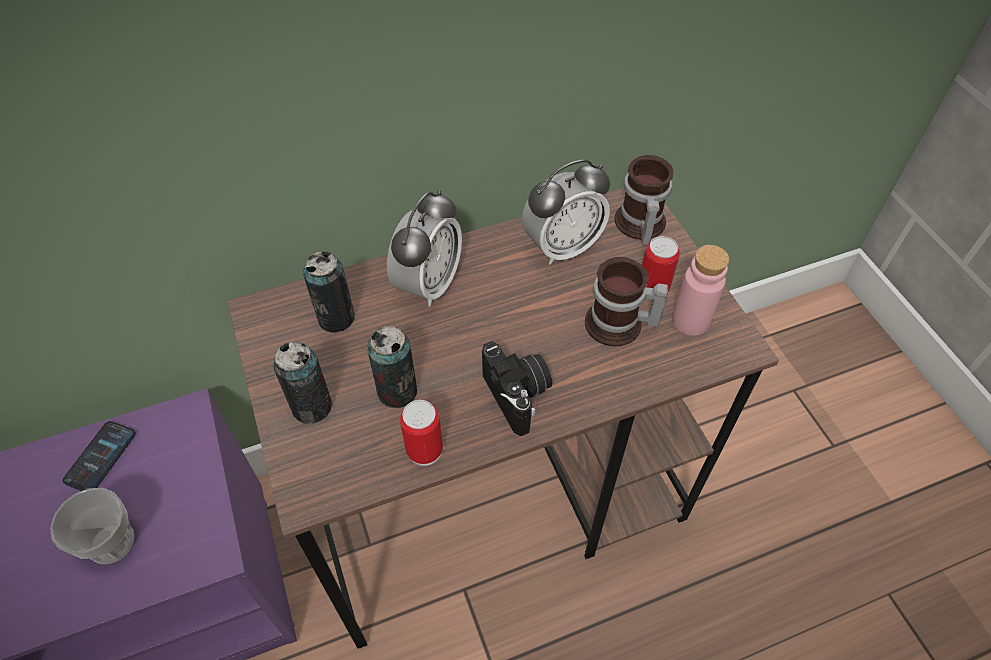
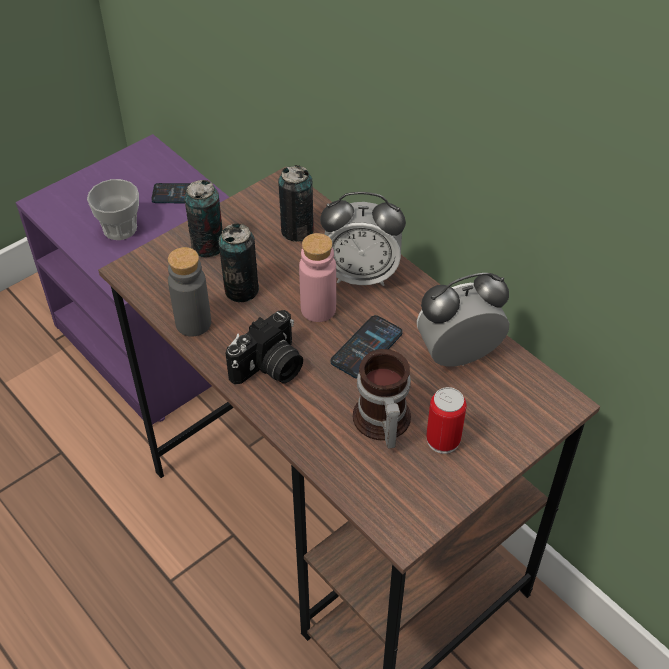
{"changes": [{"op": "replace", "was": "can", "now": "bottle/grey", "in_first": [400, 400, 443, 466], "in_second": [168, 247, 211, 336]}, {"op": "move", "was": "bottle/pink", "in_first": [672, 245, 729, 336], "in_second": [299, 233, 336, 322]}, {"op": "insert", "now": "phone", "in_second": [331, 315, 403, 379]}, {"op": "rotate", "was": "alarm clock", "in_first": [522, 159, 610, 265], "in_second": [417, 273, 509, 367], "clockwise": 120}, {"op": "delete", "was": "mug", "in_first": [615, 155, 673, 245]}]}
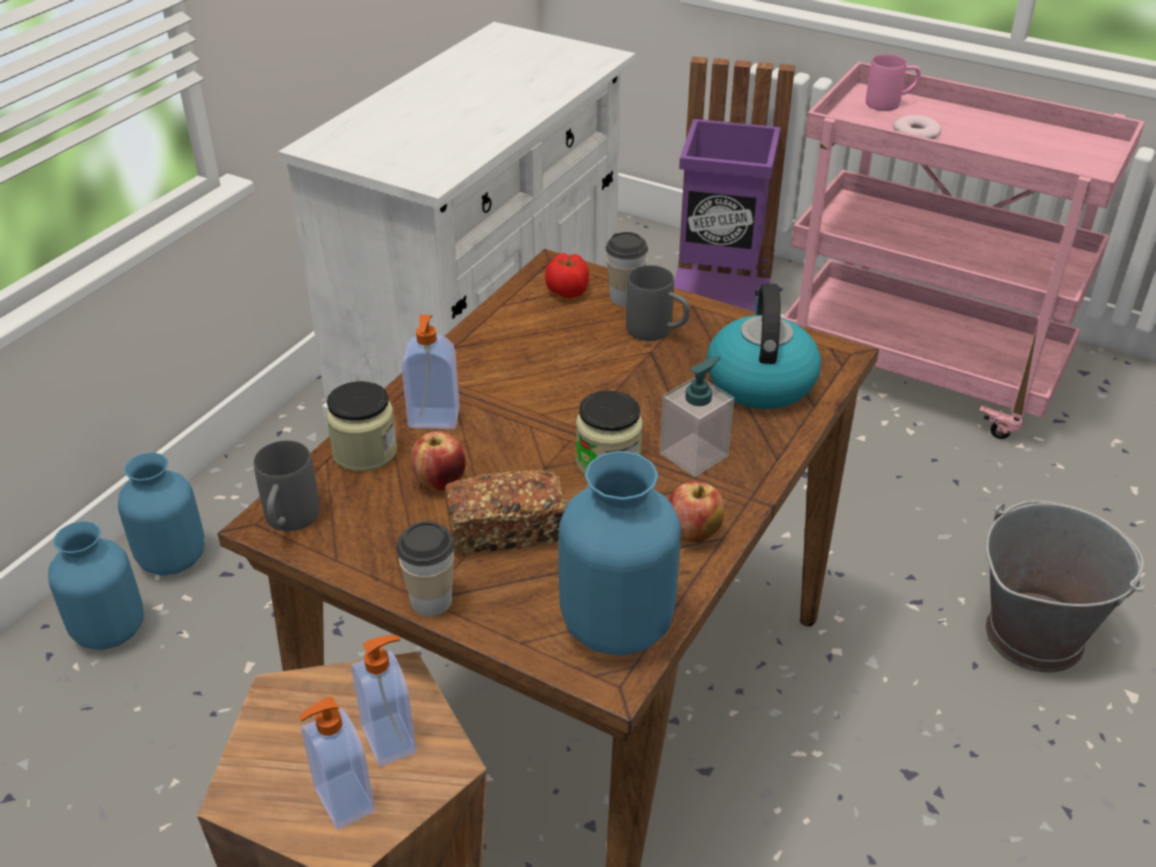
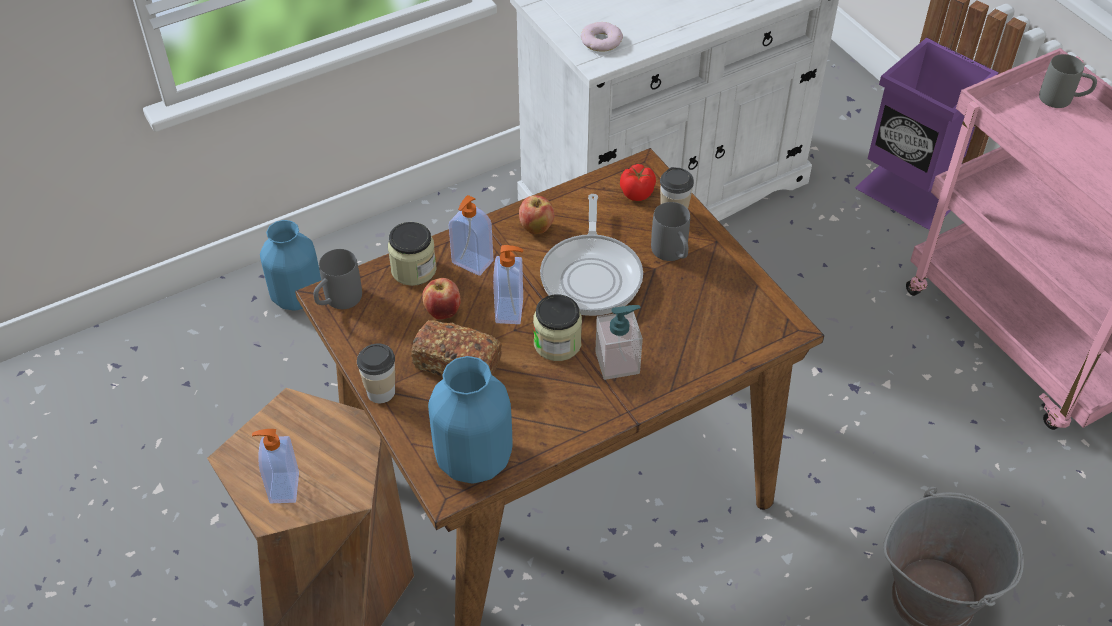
{"changes": [{"op": "move", "was": "soap dispenser", "in_first": [351, 635, 417, 767], "in_second": [493, 245, 523, 324]}, {"op": "move", "was": "apple", "in_first": [668, 481, 724, 543], "in_second": [519, 195, 554, 234]}, {"op": "insert", "now": "frying pan", "in_second": [540, 194, 643, 316]}, {"op": "move", "was": "donut", "in_first": [893, 115, 942, 139], "in_second": [581, 22, 623, 52]}, {"op": "recolor", "was": "mug/pink", "now": "mug/grey", "in_first": [866, 54, 921, 111], "in_second": [1039, 54, 1097, 108]}, {"op": "delete", "was": "vase/blue", "in_first": [118, 452, 205, 576]}, {"op": "delete", "was": "kettle", "in_first": [706, 283, 821, 409]}]}
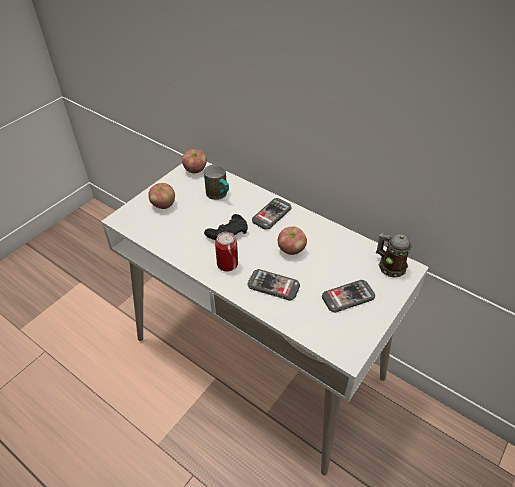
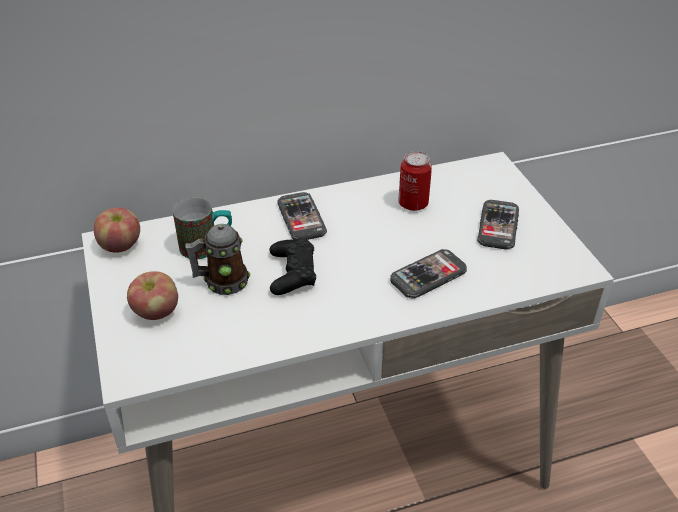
{"changes": [{"op": "move", "was": "mug", "in_first": [376, 233, 412, 278], "in_second": [185, 224, 250, 295]}, {"op": "move", "was": "can", "in_first": [215, 232, 238, 271], "in_second": [398, 151, 432, 211]}, {"op": "delete", "was": "apple", "in_first": [278, 227, 307, 255]}]}
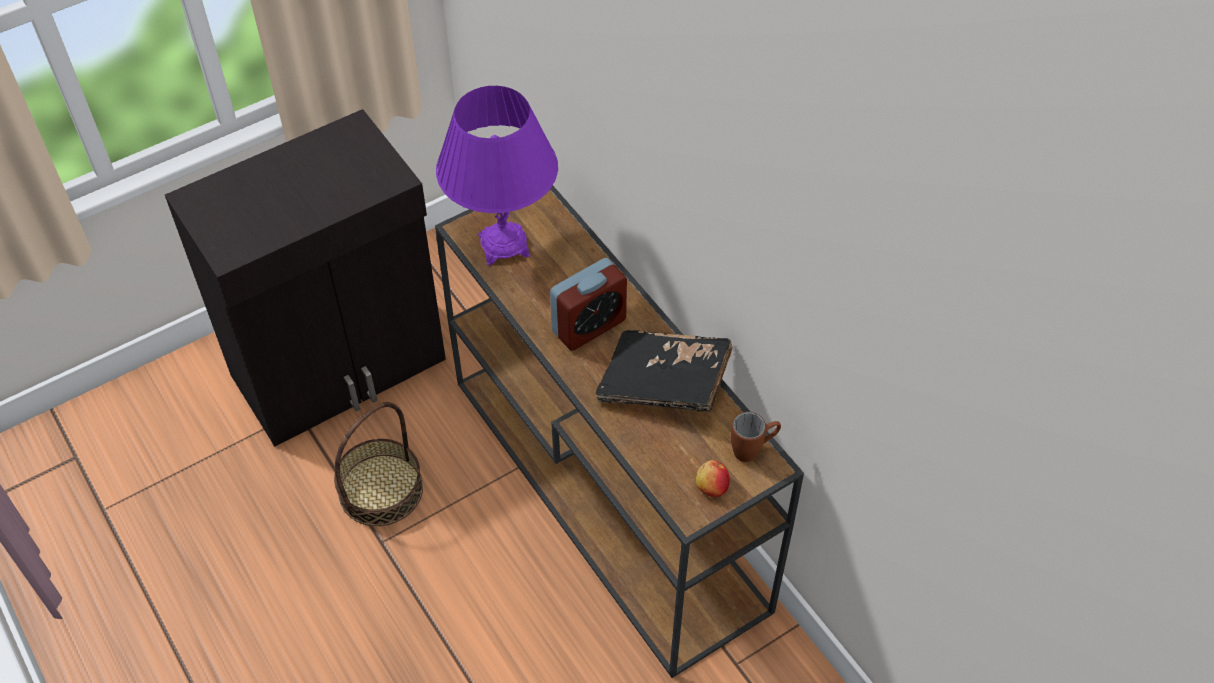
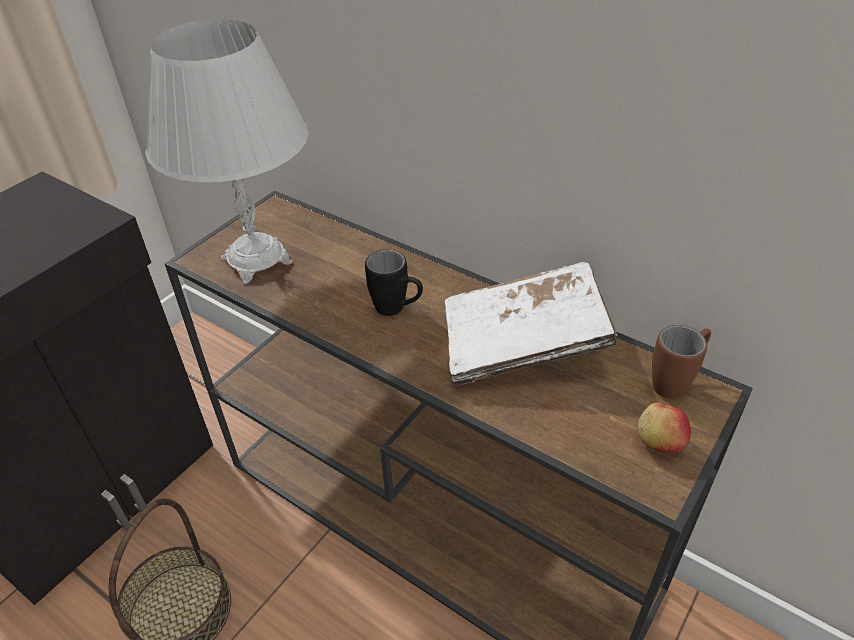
{"changes": [{"op": "recolor", "was": "table lamp/purple", "now": "table lamp/white", "in_first": [436, 86, 558, 265], "in_second": [145, 19, 309, 284]}, {"op": "replace", "was": "alarm clock", "now": "mug/black", "in_first": [550, 258, 627, 351], "in_second": [365, 250, 423, 316]}, {"op": "recolor", "was": "book/black", "now": "book/white", "in_first": [596, 330, 733, 412], "in_second": [445, 262, 617, 386]}]}
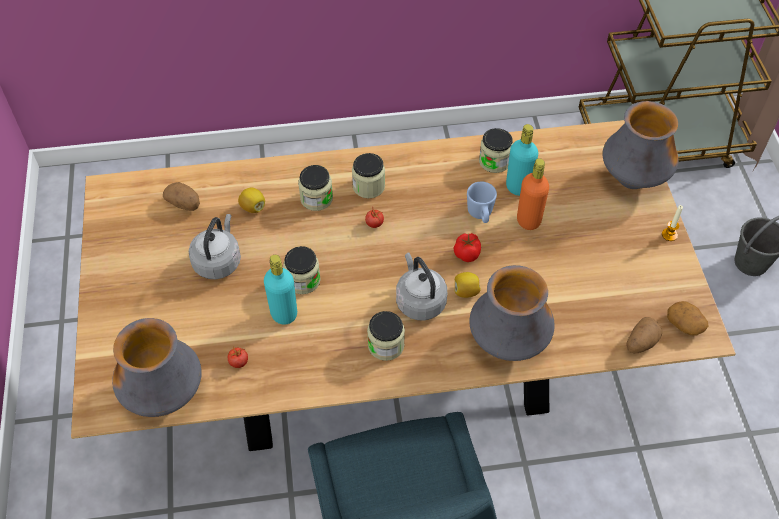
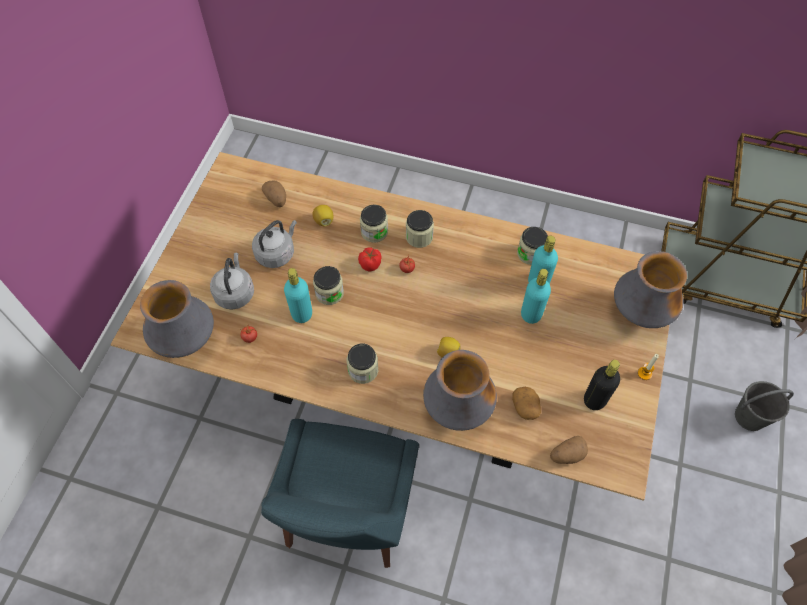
{"changes": [{"op": "move", "was": "kettle/grey", "in_first": [396, 252, 447, 320], "in_second": [210, 253, 254, 309]}, {"op": "move", "was": "tomato", "in_first": [454, 233, 481, 262], "in_second": [358, 247, 381, 271]}, {"op": "move", "was": "potato", "in_first": [667, 301, 709, 335], "in_second": [512, 387, 541, 420]}, {"op": "recolor", "was": "bottle/orange", "now": "bottle/turquoise", "in_first": [517, 158, 549, 230], "in_second": [521, 269, 551, 324]}, {"op": "insert", "now": "bottle/black", "in_second": [584, 360, 620, 410]}, {"op": "delete", "was": "mug/blue", "in_first": [467, 182, 497, 223]}]}
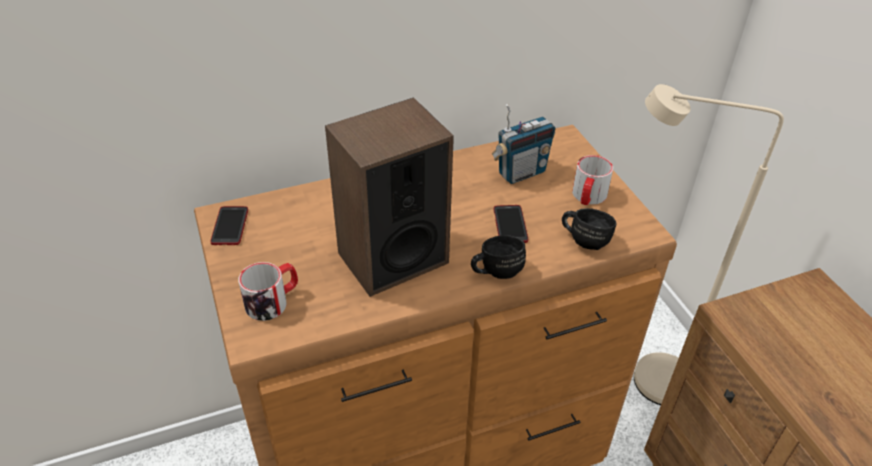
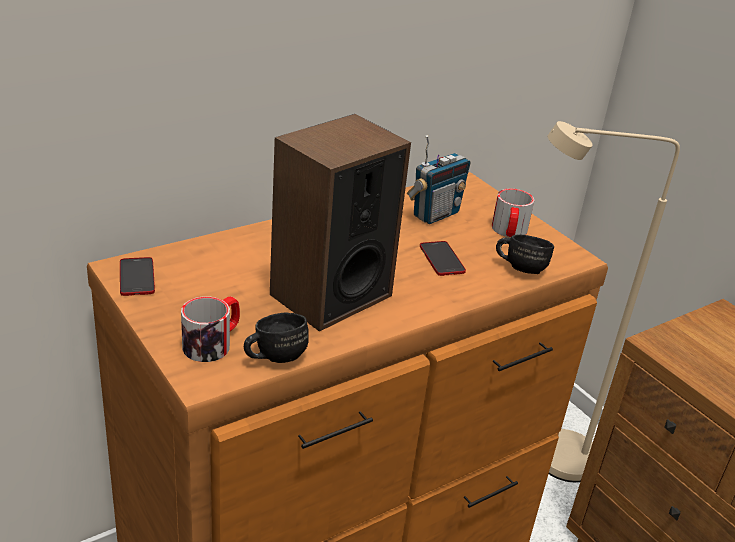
{"changes": [{"op": "move", "was": "mug/black", "in_first": [471, 235, 526, 279], "in_second": [244, 312, 309, 363]}]}
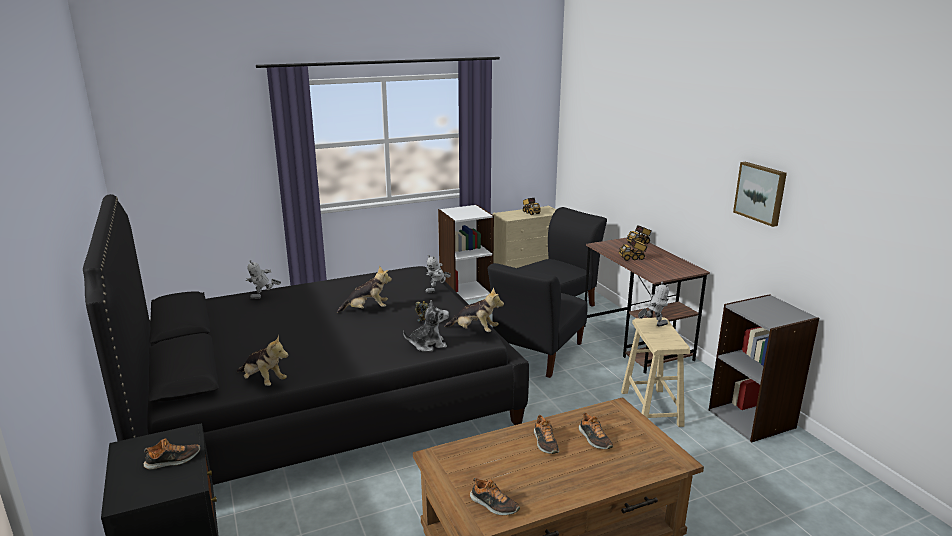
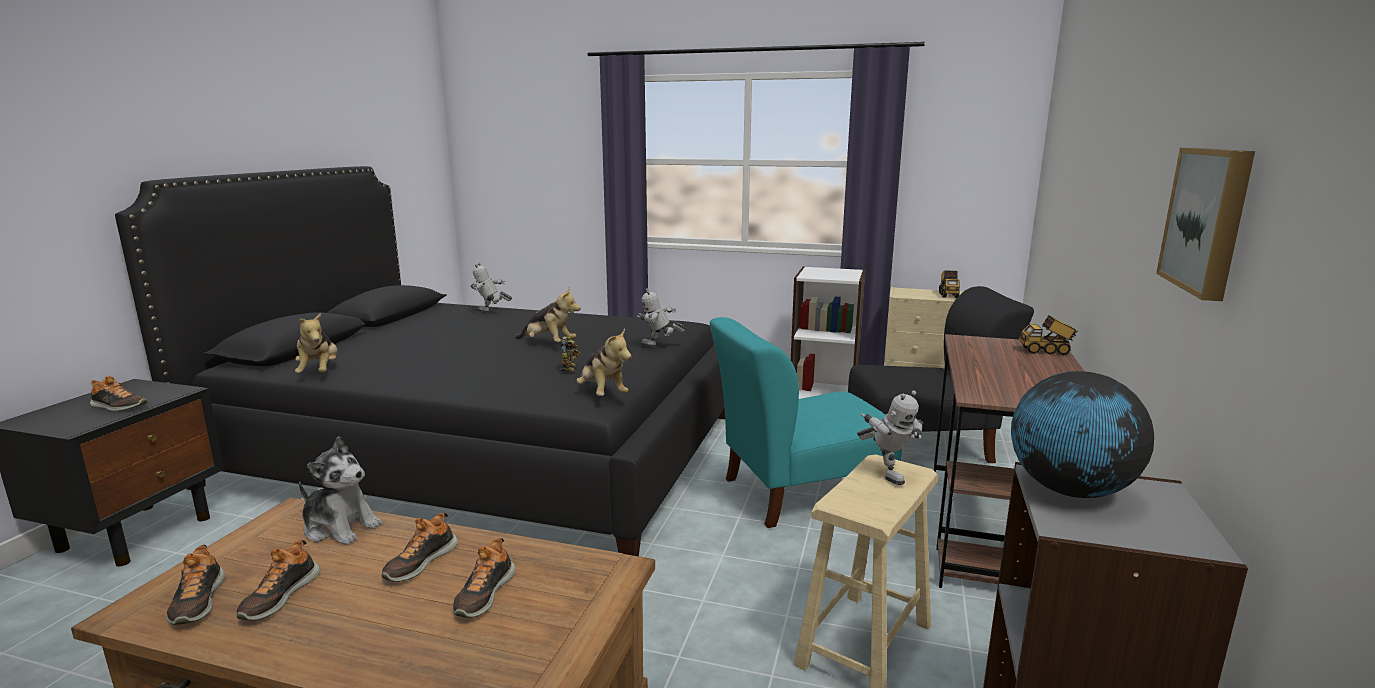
{"changes": [{"op": "insert", "now": "shoe", "in_second": [236, 540, 320, 620]}, {"op": "move", "was": "plush toy", "in_first": [403, 300, 449, 352], "in_second": [299, 436, 382, 545]}, {"op": "recolor", "was": "chair/black", "now": "chair/turquoise", "in_first": [488, 263, 588, 378], "in_second": [710, 317, 902, 528]}, {"op": "rotate", "was": "toy robot", "in_first": [638, 282, 669, 327], "in_second": [857, 391, 923, 485], "clockwise": 45}, {"op": "insert", "now": "globe", "in_second": [1011, 371, 1154, 498]}, {"op": "delete", "was": "toy truck", "in_first": [619, 239, 647, 261]}]}
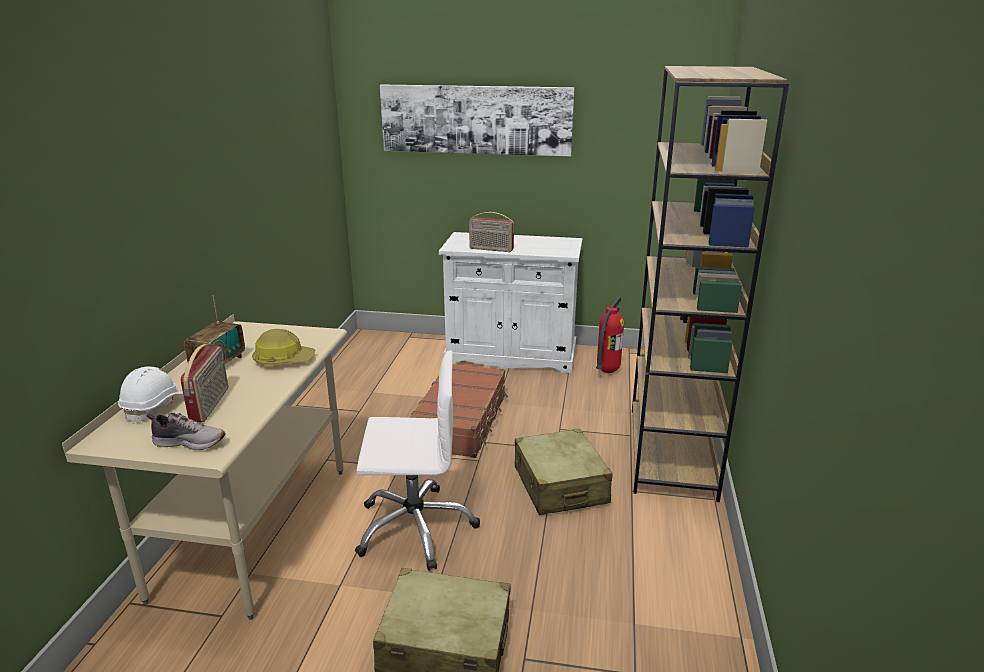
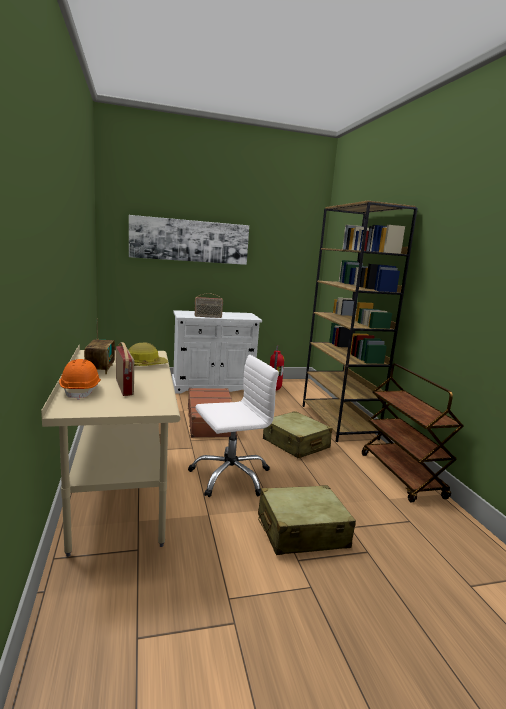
{"changes": [{"op": "recolor", "was": "hard hat/white", "now": "hard hat/orange", "in_first": [118, 367, 183, 424], "in_second": [59, 359, 101, 400]}, {"op": "insert", "now": "cart/brown", "in_second": [362, 364, 464, 502]}, {"op": "delete", "was": "shoe", "in_first": [147, 413, 226, 450]}]}
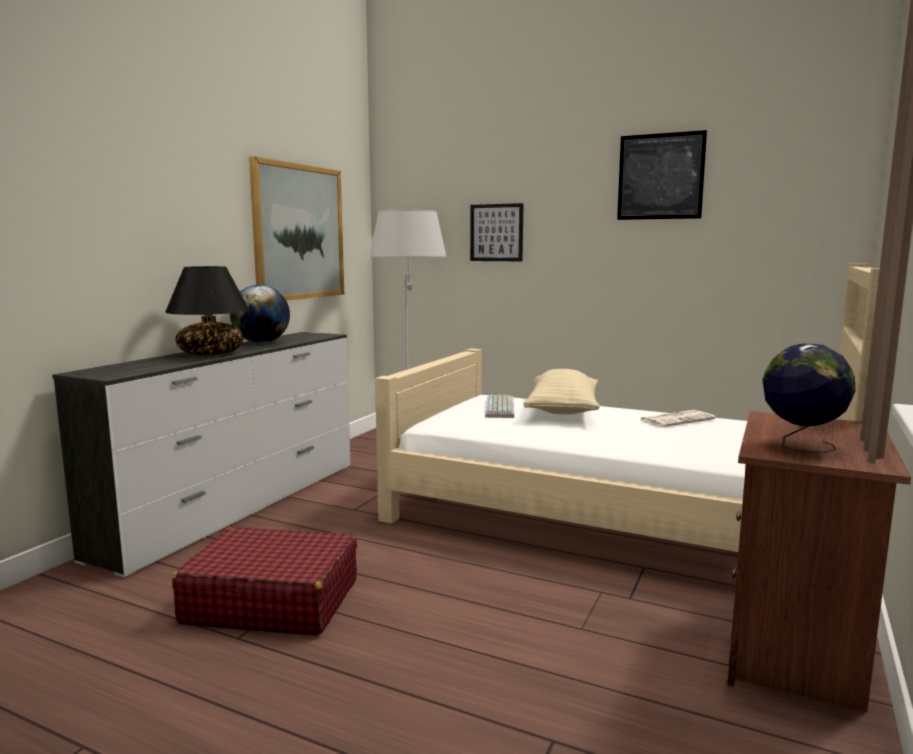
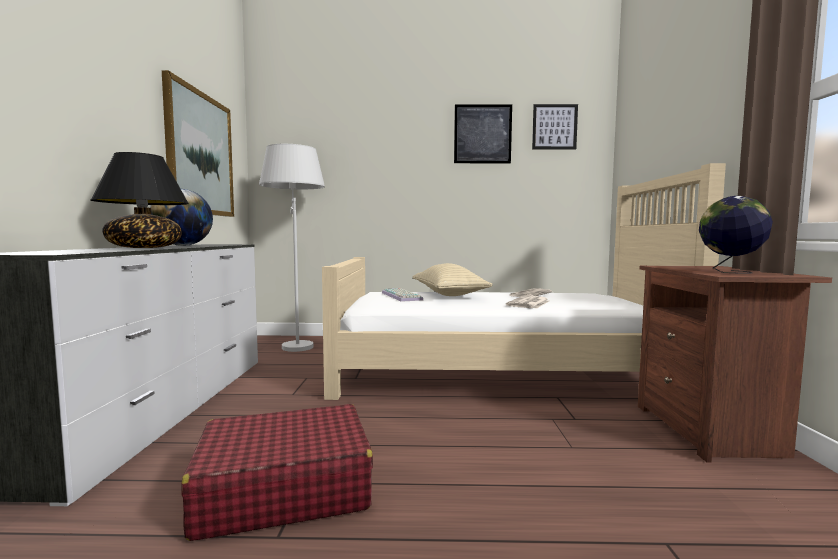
{"changes": [{"op": "insert", "now": "newspaper", "in_second": [506, 295, 549, 309]}, {"op": "move", "was": "picture", "in_first": [470, 203, 524, 261], "in_second": [532, 104, 578, 150]}]}
